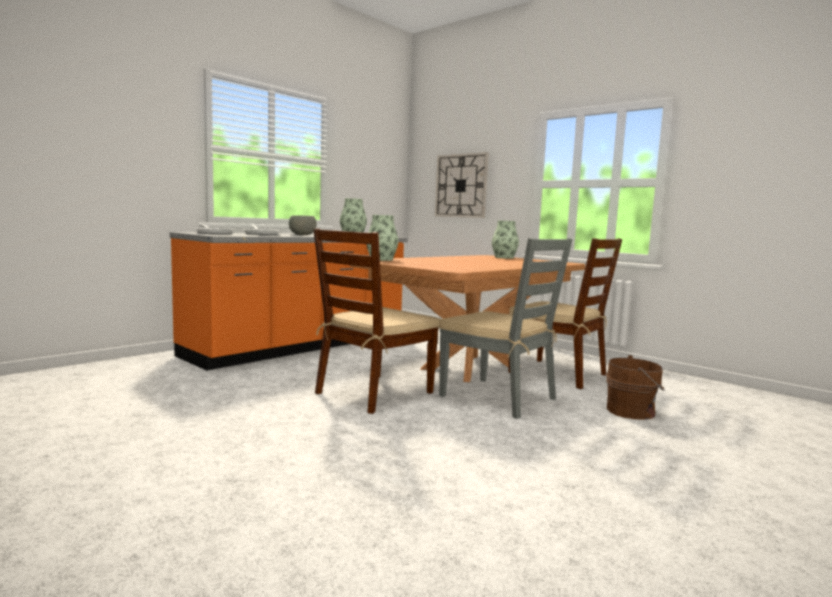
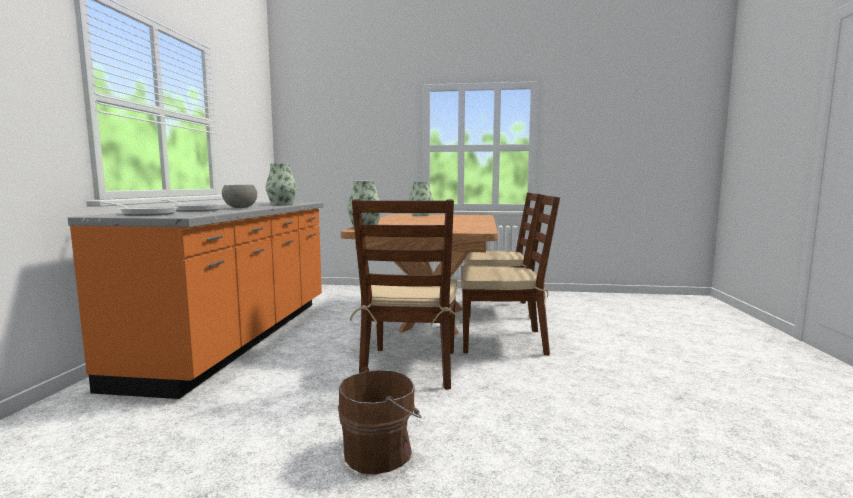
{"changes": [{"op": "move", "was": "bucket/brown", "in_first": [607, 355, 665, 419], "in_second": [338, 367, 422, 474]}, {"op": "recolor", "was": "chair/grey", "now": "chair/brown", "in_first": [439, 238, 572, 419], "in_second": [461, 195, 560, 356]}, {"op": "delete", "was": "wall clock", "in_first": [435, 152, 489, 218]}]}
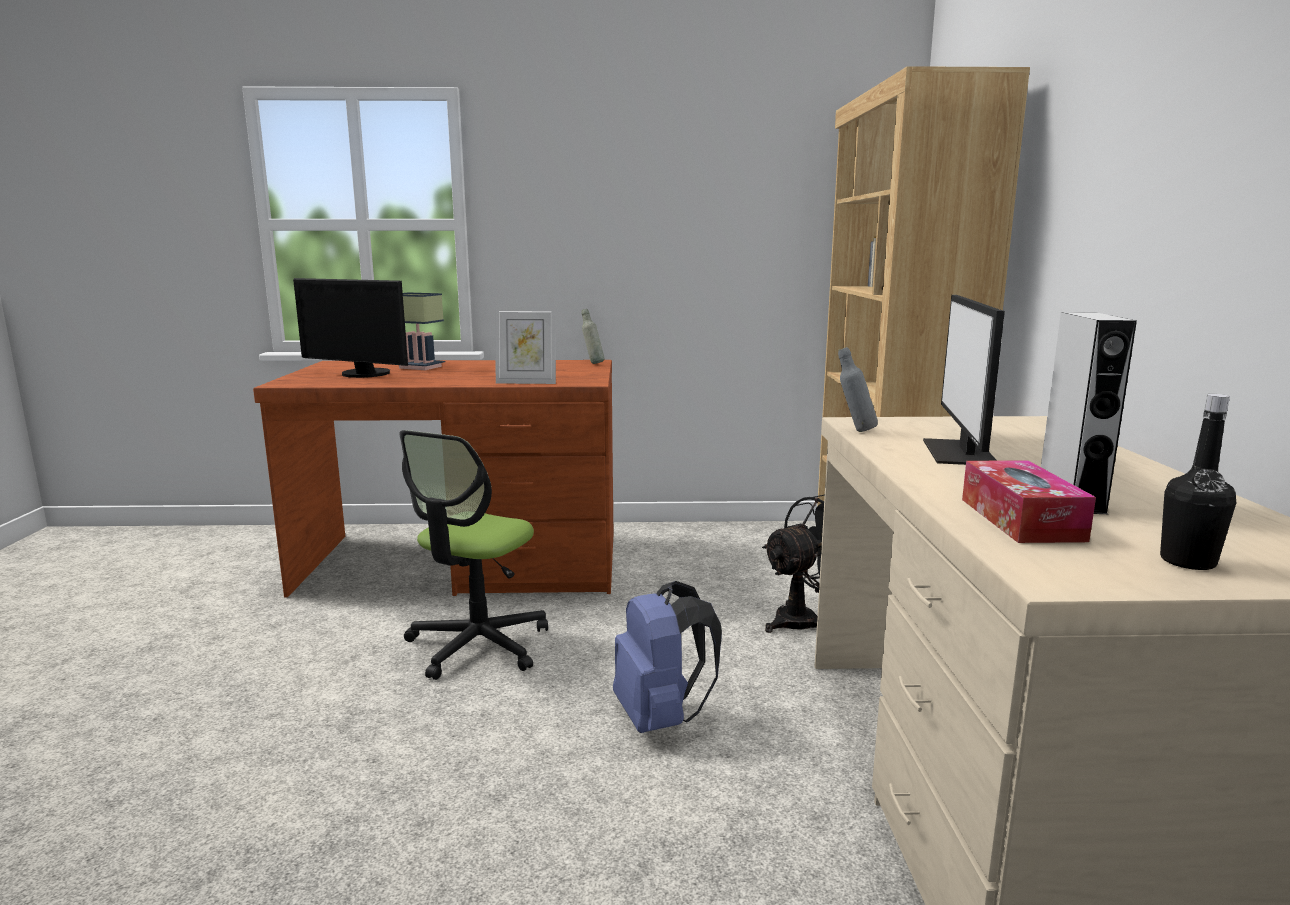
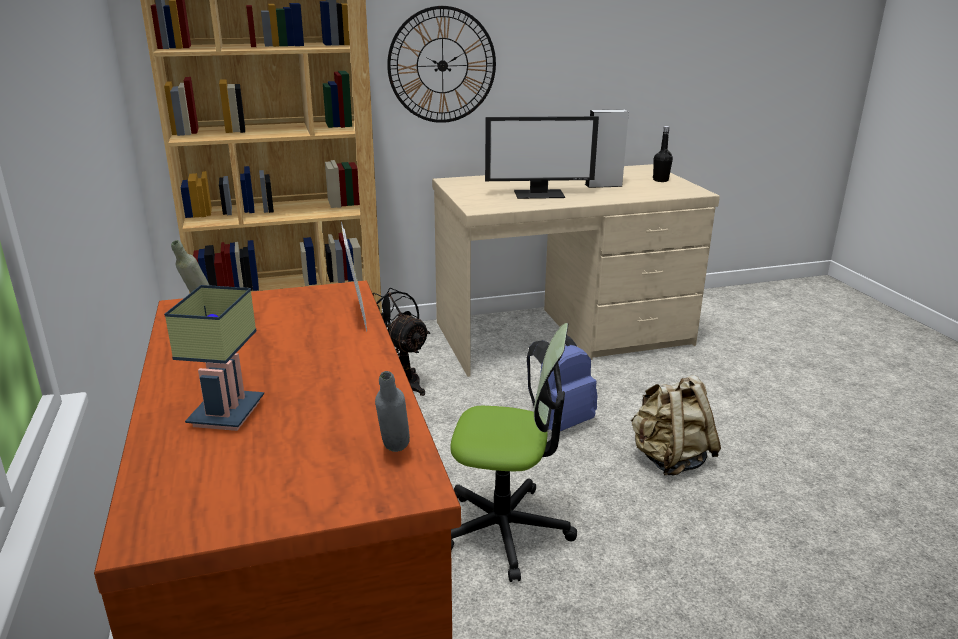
{"changes": [{"op": "move", "was": "bottle/grey", "in_first": [838, 347, 878, 432], "in_second": [375, 371, 410, 452]}, {"op": "insert", "now": "wall clock", "in_second": [387, 6, 496, 123]}, {"op": "insert", "now": "backpack/beige", "in_second": [631, 375, 721, 476]}, {"op": "delete", "was": "monitor", "in_first": [293, 278, 408, 378]}, {"op": "delete", "was": "tissue box", "in_first": [962, 460, 1096, 543]}]}
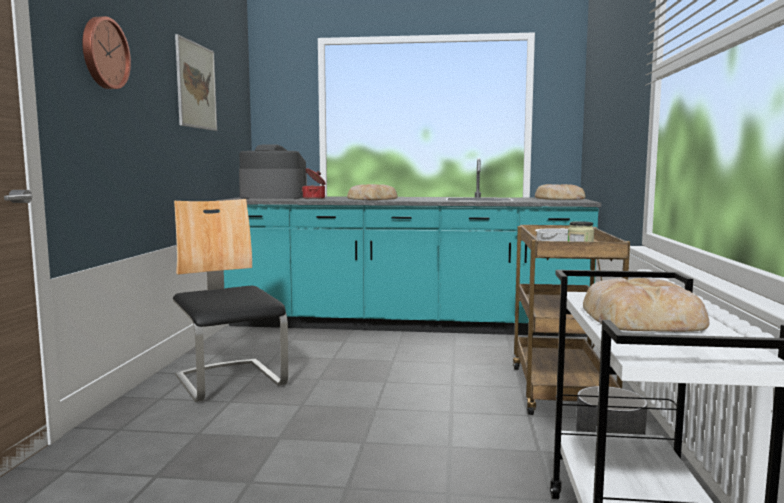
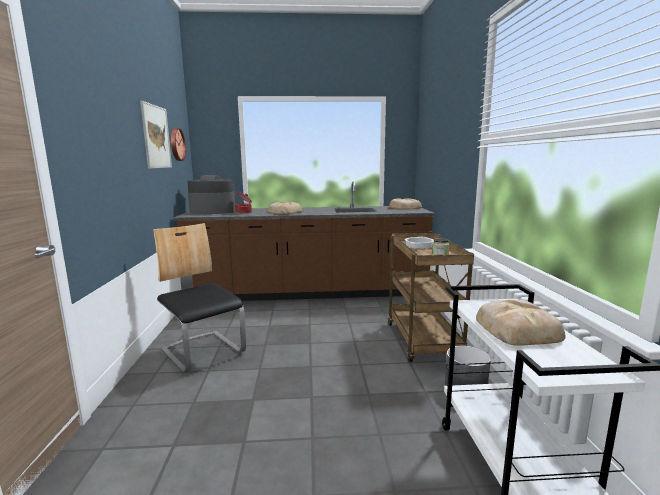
{"changes": [{"op": "move", "was": "wall clock", "in_first": [82, 16, 131, 89], "in_second": [171, 128, 186, 161]}, {"op": "recolor", "was": "counter/turquoise", "now": "counter/brown", "in_first": [215, 158, 601, 337], "in_second": [174, 182, 435, 301]}]}
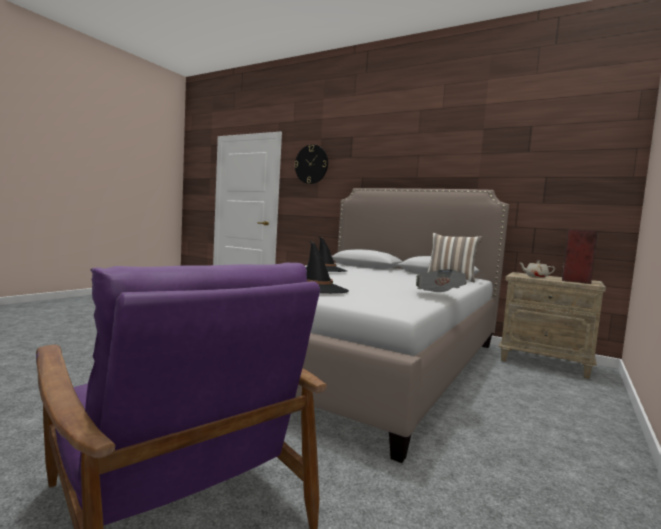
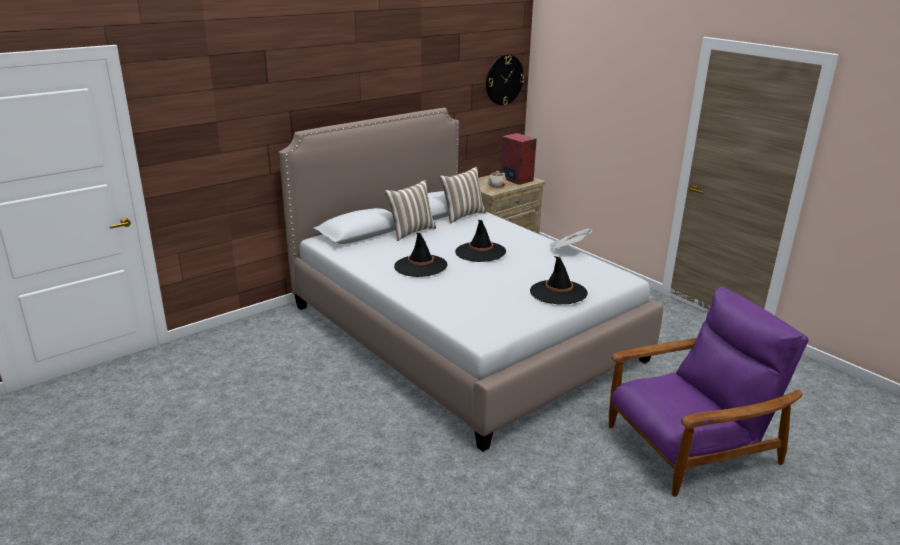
{"changes": [{"op": "insert", "now": "pillow", "in_second": [384, 180, 436, 241]}, {"op": "insert", "now": "hat/black", "in_second": [455, 220, 506, 262]}, {"op": "move", "was": "wall clock", "in_first": [294, 145, 328, 184], "in_second": [486, 55, 524, 105]}]}
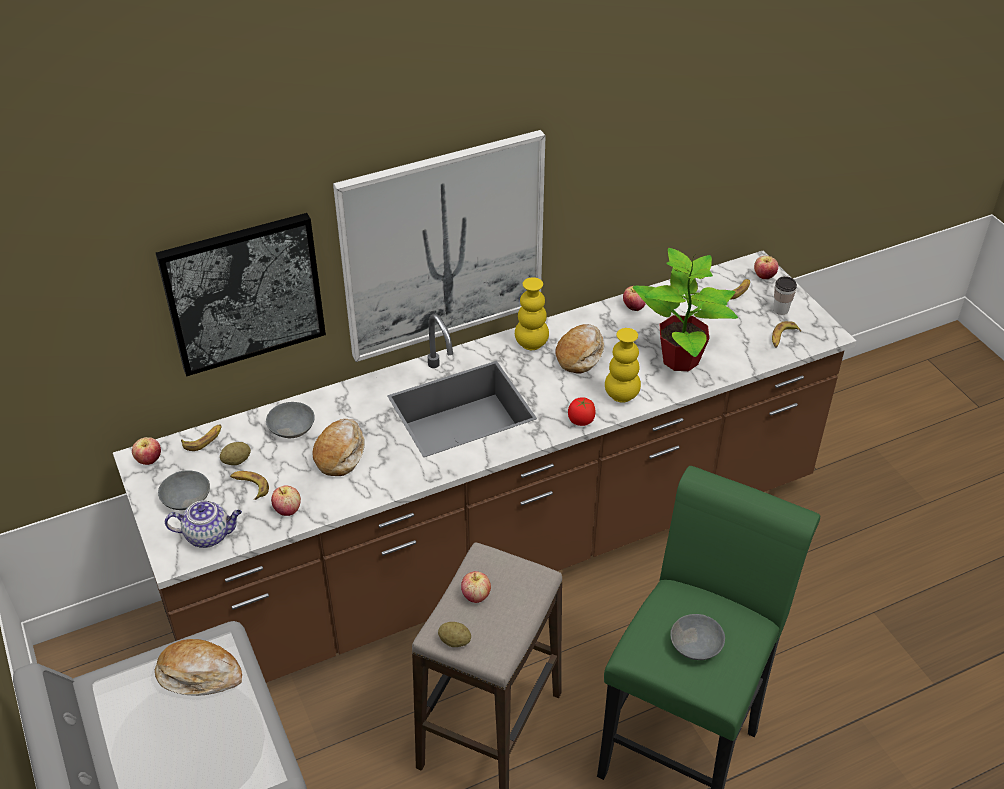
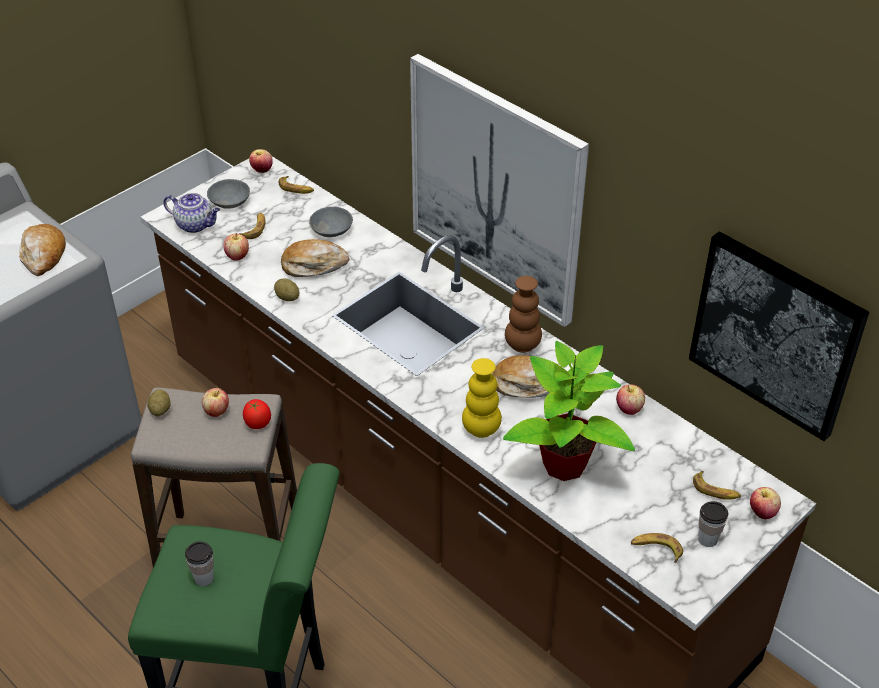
{"changes": [{"op": "rotate", "was": "teapot", "in_first": [165, 500, 242, 548], "in_second": [163, 193, 220, 233], "clockwise": -45}, {"op": "replace", "was": "bowl/grey", "now": "cup", "in_first": [671, 614, 725, 660], "in_second": [185, 541, 214, 586]}, {"op": "move", "was": "tomato", "in_first": [568, 398, 596, 426], "in_second": [243, 399, 271, 429]}, {"op": "move", "was": "potato", "in_first": [220, 442, 251, 465], "in_second": [274, 279, 299, 301]}, {"op": "recolor", "was": "vase/yellow", "now": "vase/brown", "in_first": [515, 277, 549, 350], "in_second": [505, 276, 542, 353]}, {"op": "move", "was": "picture", "in_first": [156, 213, 326, 377], "in_second": [689, 231, 869, 441]}]}
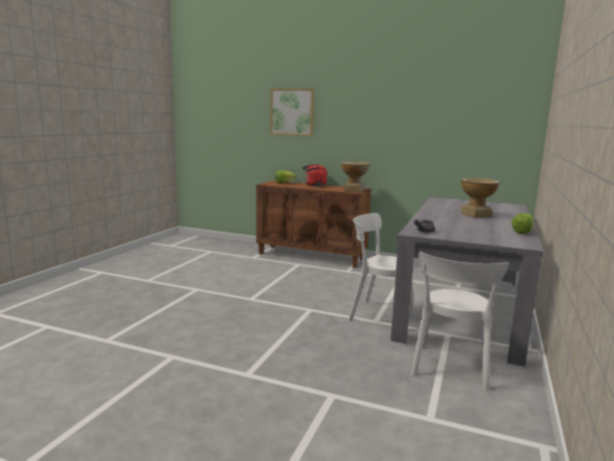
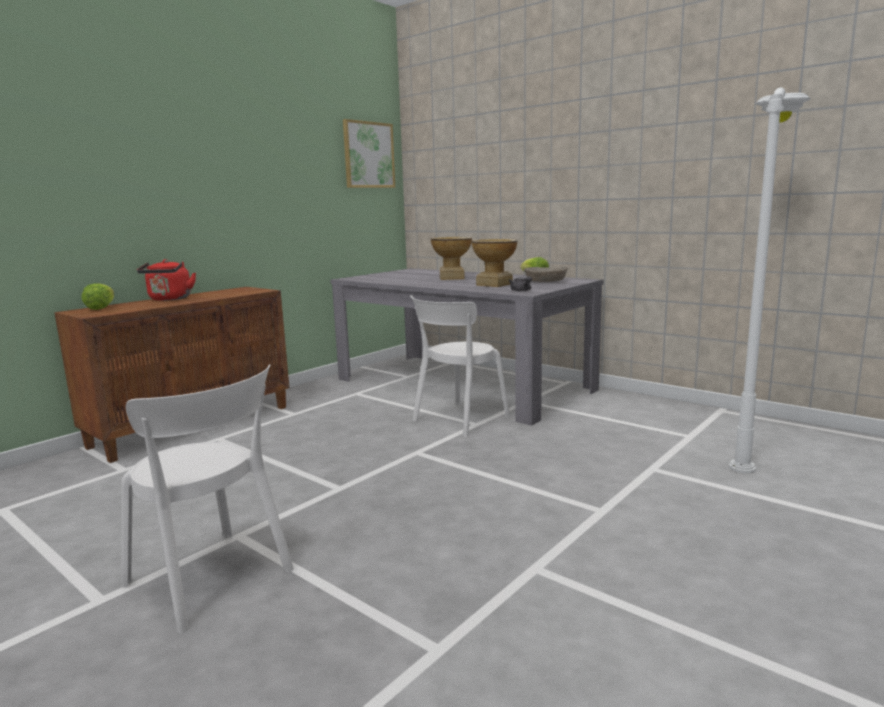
{"changes": [{"op": "move", "was": "chair/white", "in_first": [411, 252, 509, 391], "in_second": [121, 364, 294, 634]}, {"op": "move", "was": "picture", "in_first": [270, 88, 314, 136], "in_second": [343, 119, 395, 188]}, {"op": "move", "was": "vase", "in_first": [341, 161, 370, 192], "in_second": [472, 239, 517, 287]}, {"op": "insert", "now": "bowl/beige", "in_second": [524, 267, 568, 282]}, {"op": "insert", "now": "floor lamp/white", "in_second": [729, 87, 811, 473]}]}
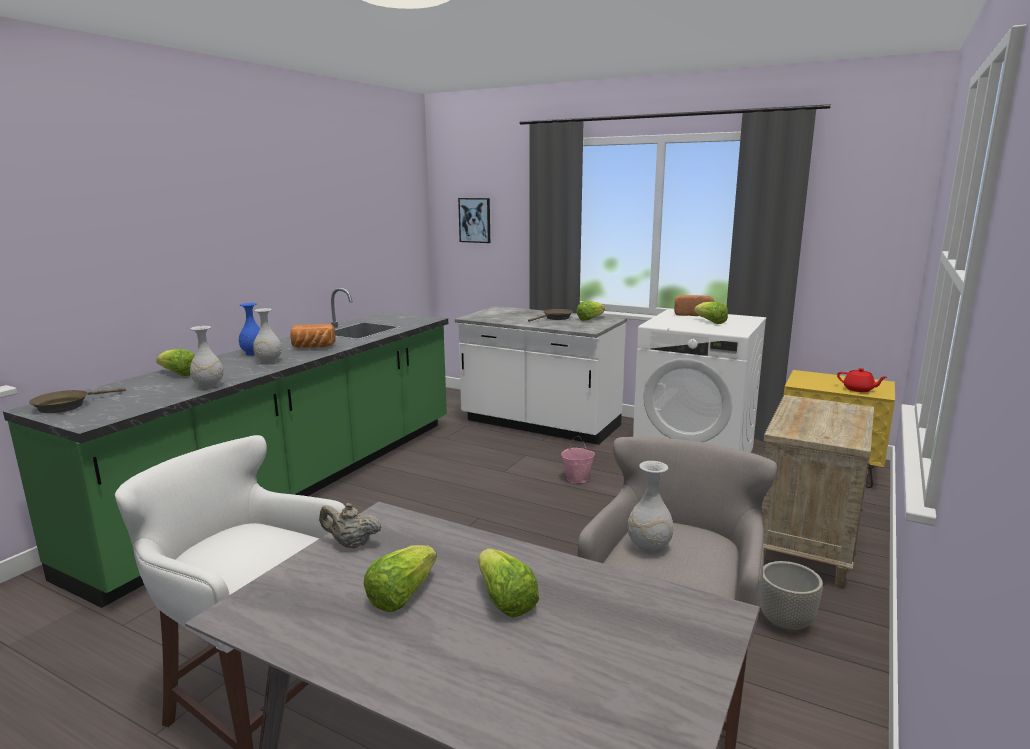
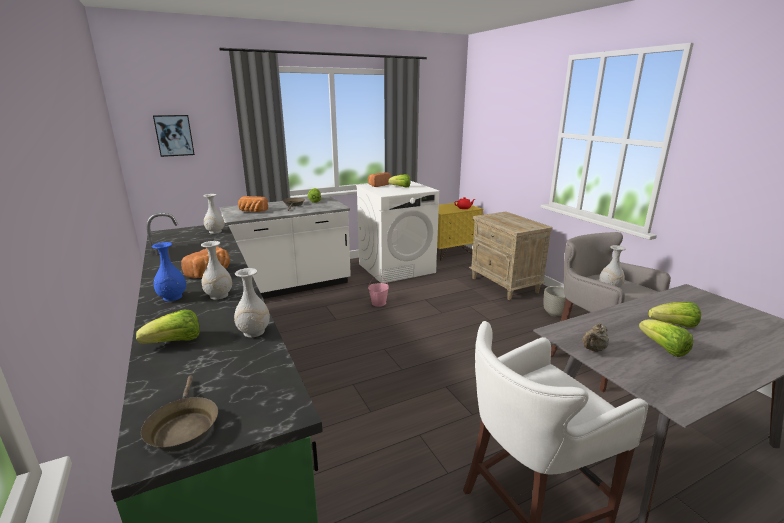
{"changes": [{"op": "insert", "now": "vase/white", "in_second": [203, 194, 225, 234]}, {"op": "insert", "now": "bread", "in_second": [238, 196, 268, 212]}]}
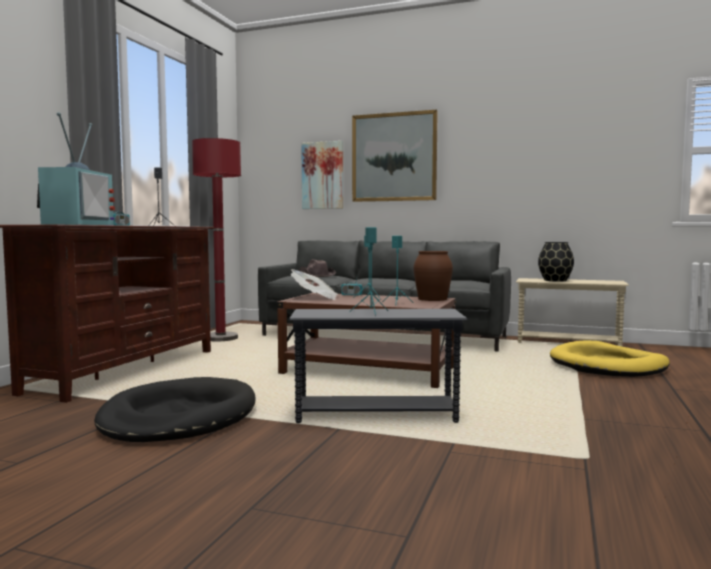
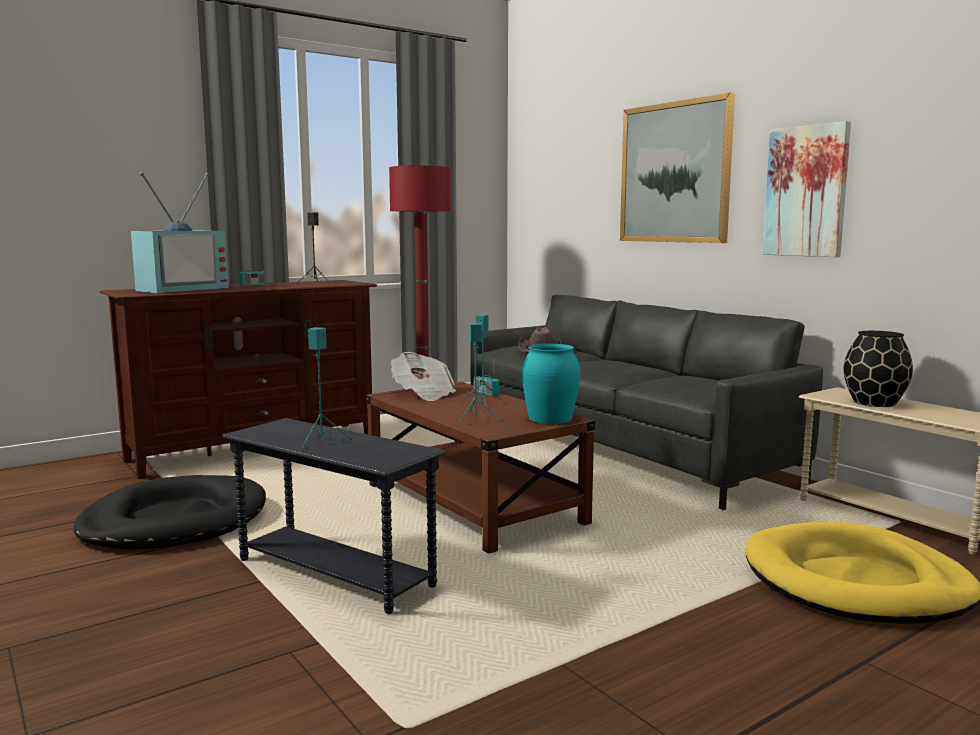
{"changes": [{"op": "recolor", "was": "vase/brown", "now": "vase/turquoise", "in_first": [414, 251, 453, 301], "in_second": [522, 344, 581, 424]}, {"op": "move", "was": "picture", "in_first": [301, 141, 343, 209], "in_second": [762, 121, 851, 257]}]}
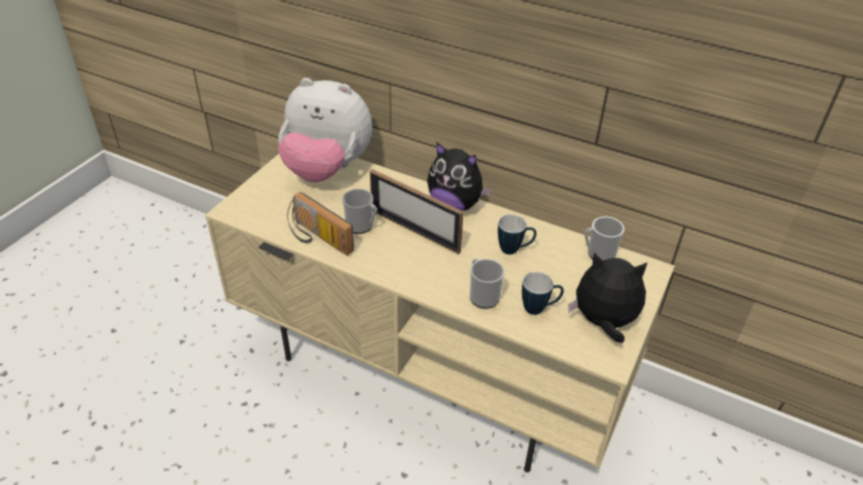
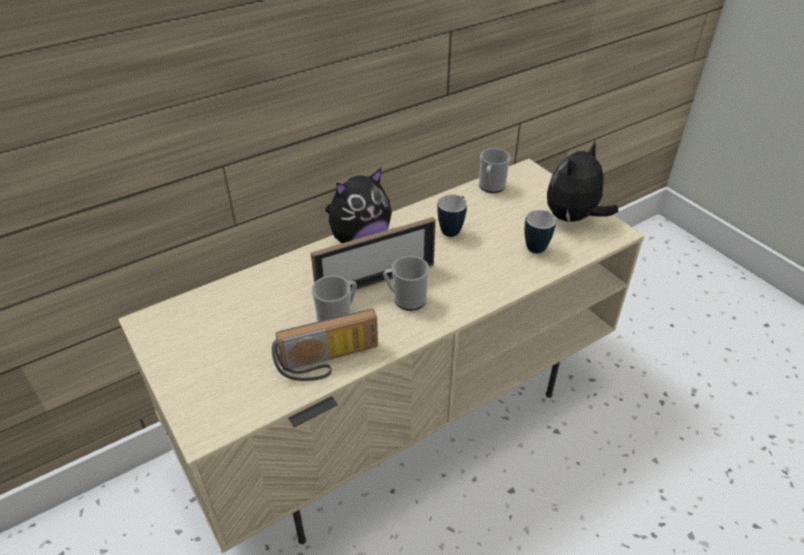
{"changes": [{"op": "move", "was": "mug", "in_first": [470, 259, 505, 309], "in_second": [383, 256, 429, 311]}, {"op": "delete", "was": "plush toy", "in_first": [278, 78, 372, 182]}]}
